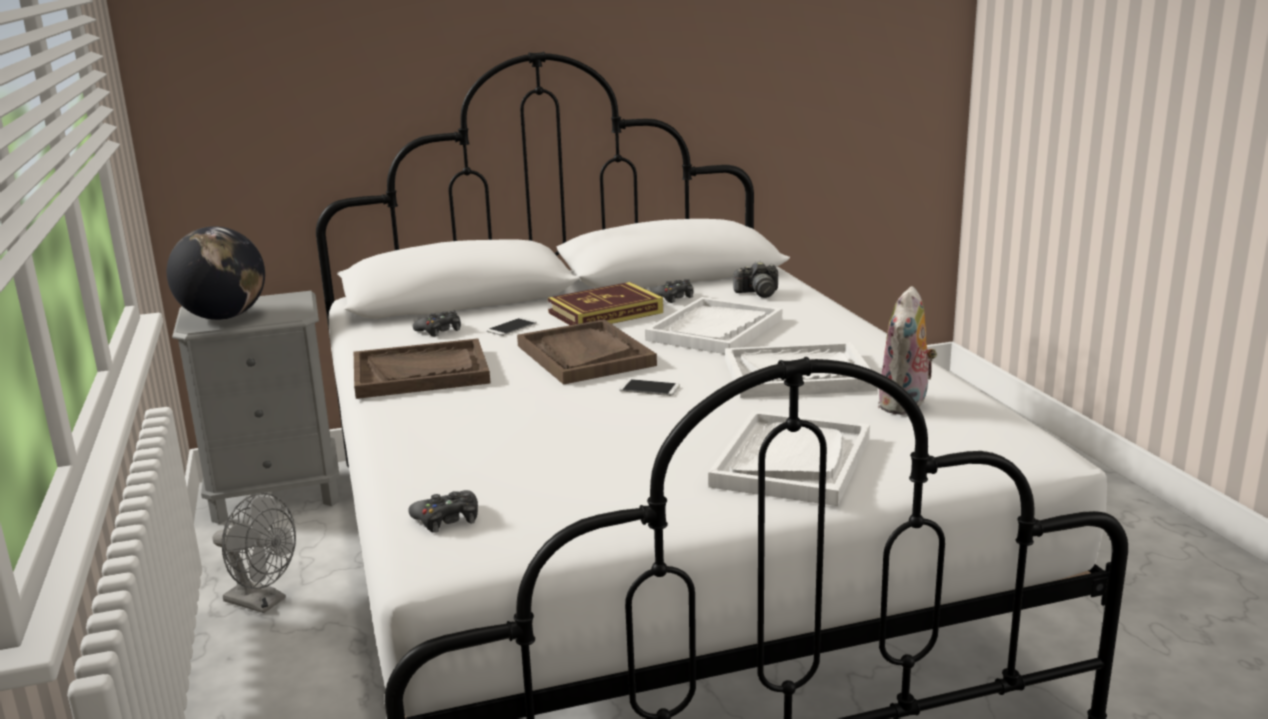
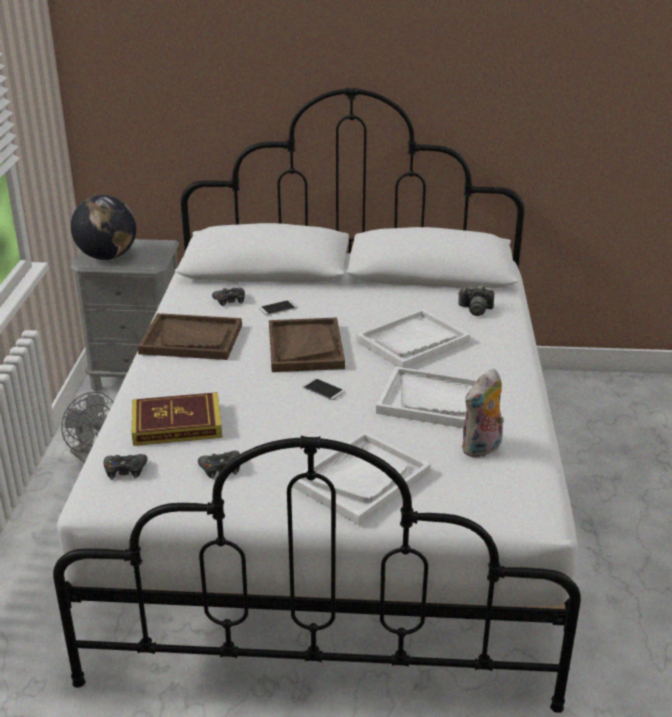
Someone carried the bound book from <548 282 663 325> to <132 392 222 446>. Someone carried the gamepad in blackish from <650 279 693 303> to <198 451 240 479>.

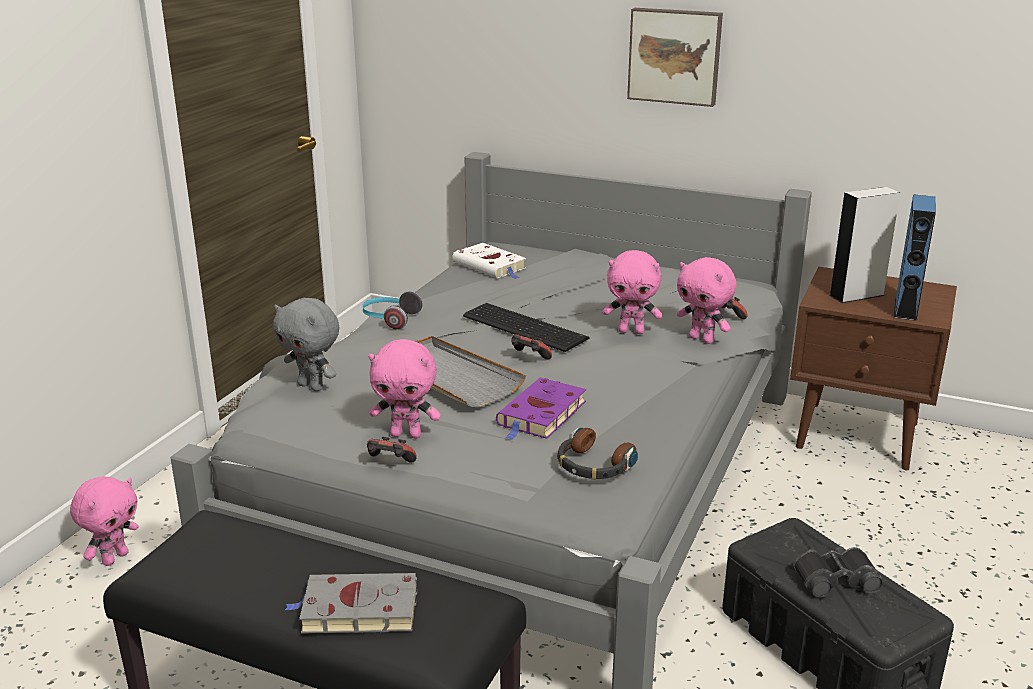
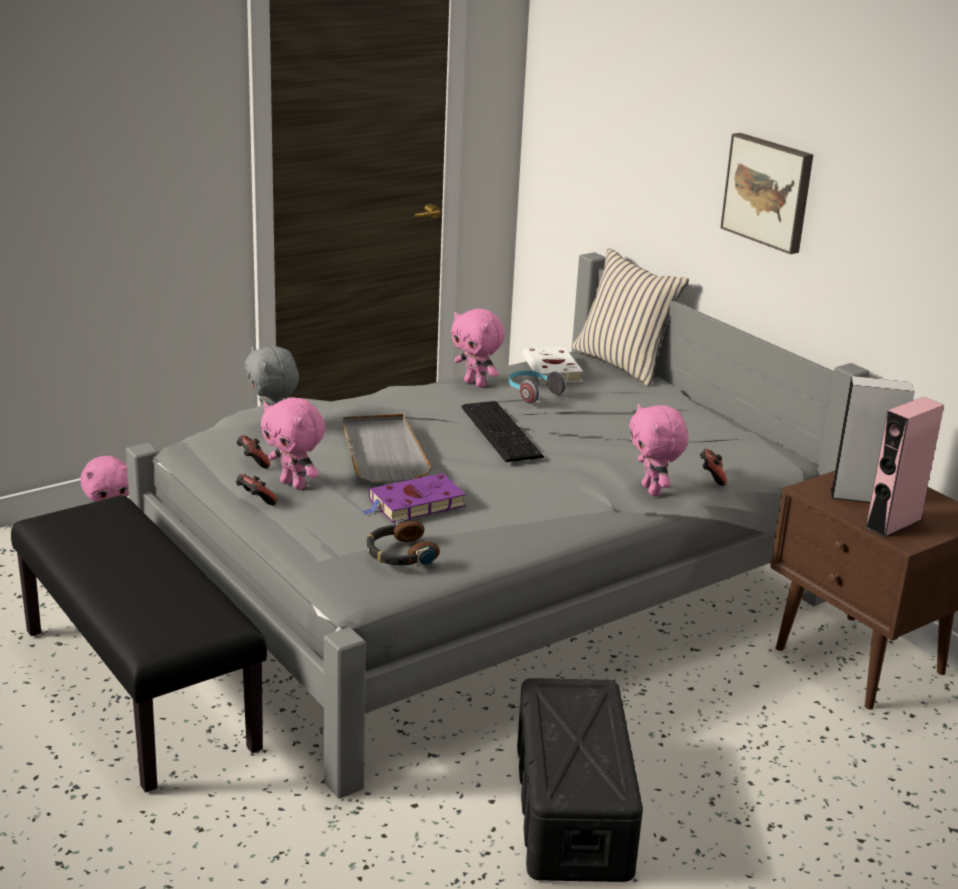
Someone carried the gamepad from <511 334 552 360> to <236 435 270 469>. Someone carried the soft toy in pinkish from <602 250 662 334> to <451 308 505 388>. Someone carried the headphones from <362 291 422 330> to <509 371 566 404>. Someone put down the throw pillow in beige-coloured at <572 248 689 387>. Someone repainted the audio speaker in blue at <894 194 936 321>, which became the audio speaker in pinkish at <864 397 944 537>. Someone took away the bound book in greyish at <285 573 418 634>. Someone took away the field glasses in blackish at <793 546 882 598>.

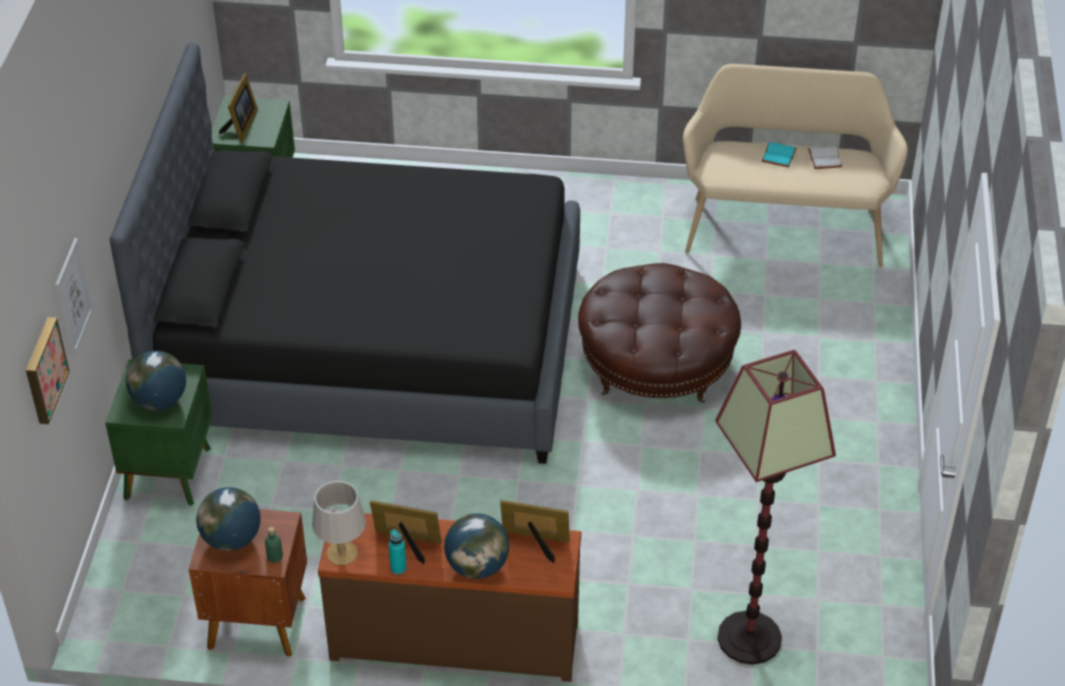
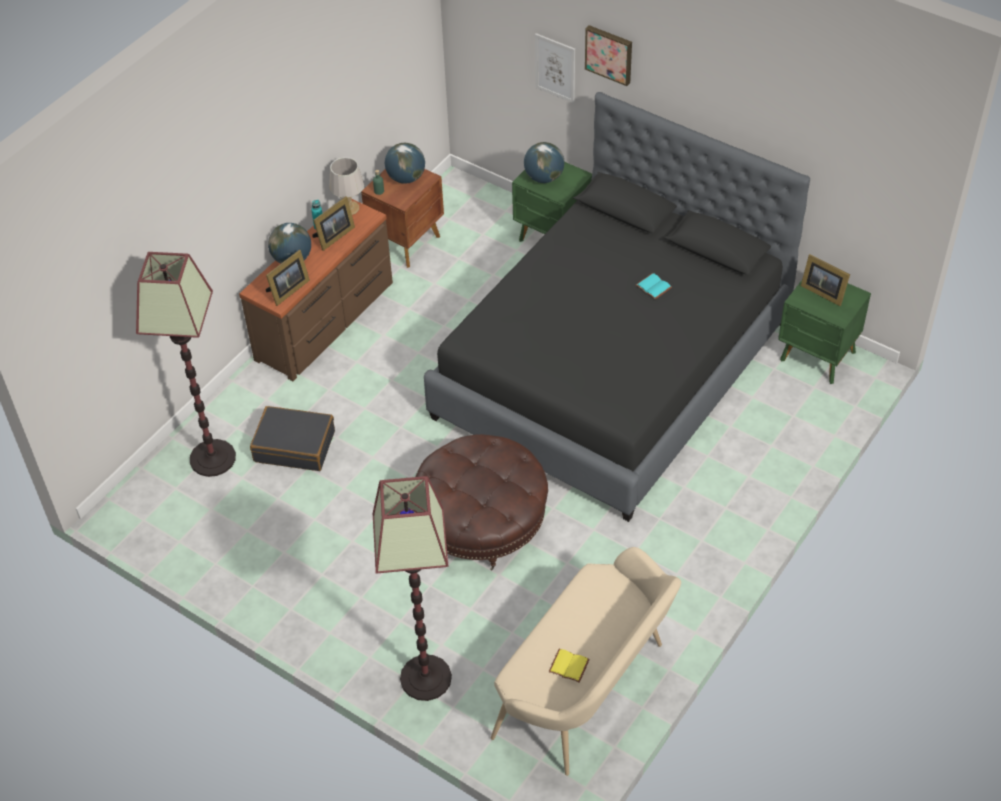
Someone put down the suitcase in blackish at <250 406 335 471>. Someone put down the standing lamp at <372 476 452 701>. Someone repainted the bound book in white-coloured at <808 146 843 169>, which became the bound book in yellow at <549 649 590 683>. Someone carried the picture from <26 317 69 424> to <585 25 632 86>. Someone carried the bound book in turquoise from <762 142 797 167> to <636 273 672 299>.

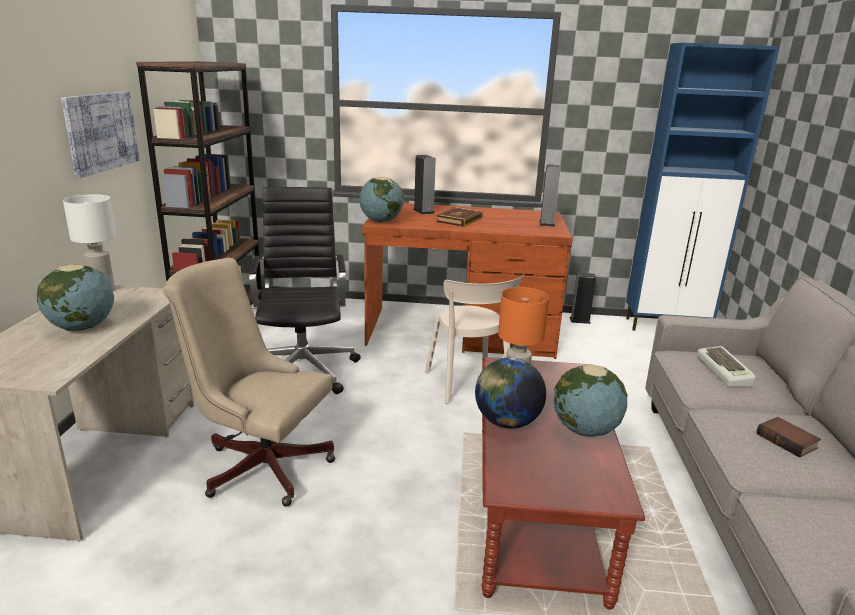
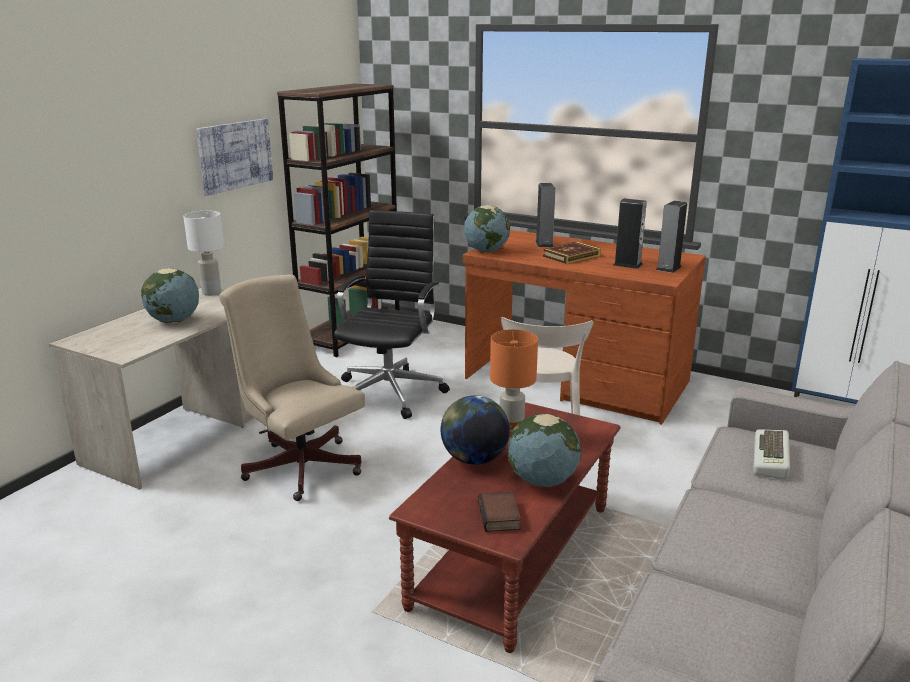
Someone carried the bound book from <757 417 821 457> to <478 491 521 532>. Someone carried the audio speaker from <569 273 596 324> to <613 199 647 269>.

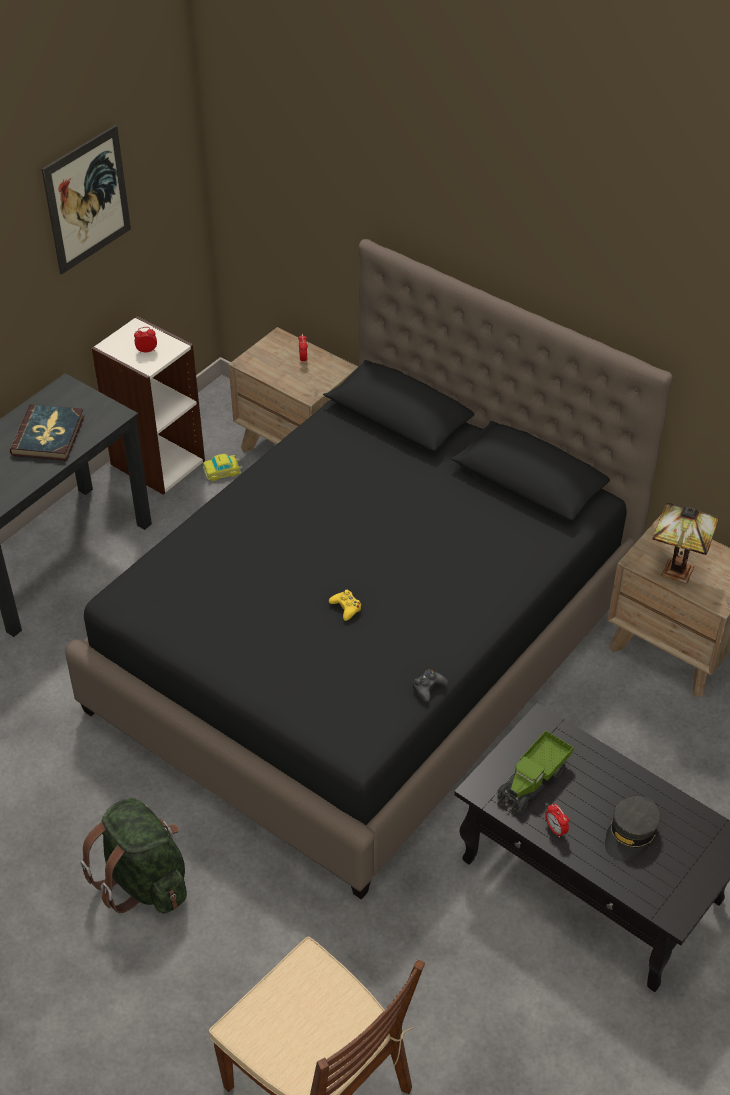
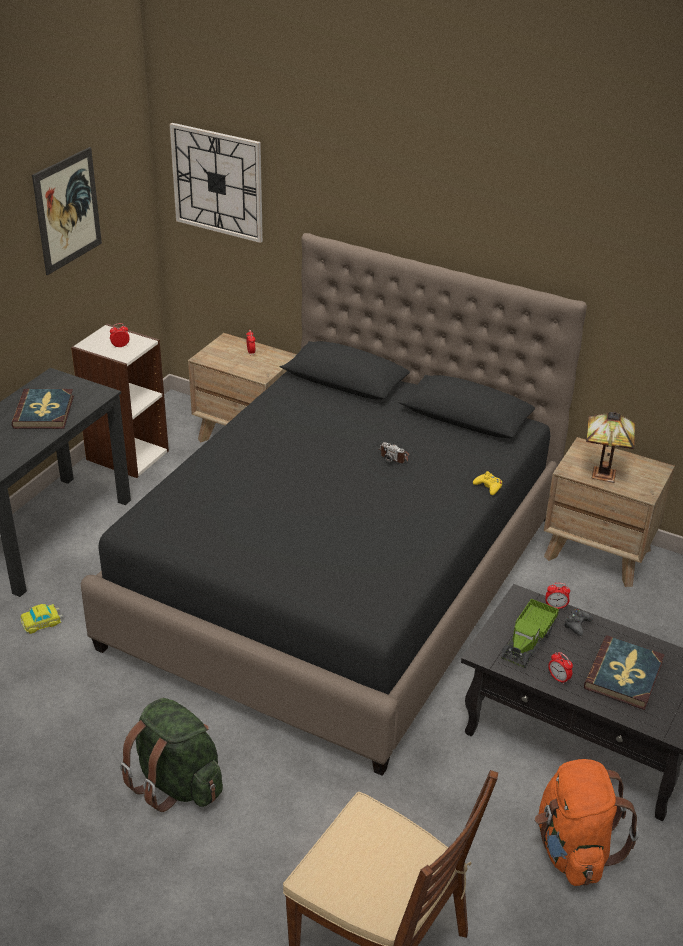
Someone carried the miniature car from <203 454 243 481> to <20 604 63 634>. Someone put up the wall clock at <170 123 263 243>. Someone put down the still camera at <379 442 409 463>. Someone carried the gamepad in yellow from <329 590 362 621> to <473 471 502 495>. Someone put down the knapsack in orange-coloured at <535 759 639 886>. Someone put down the alarm clock at <545 583 570 609>. Someone carried the gamepad in blackish from <413 669 448 702> to <564 609 593 636>. Someone swapped the baseball cap in greyish at <605 796 661 861> for the bound book at <584 636 665 710>.

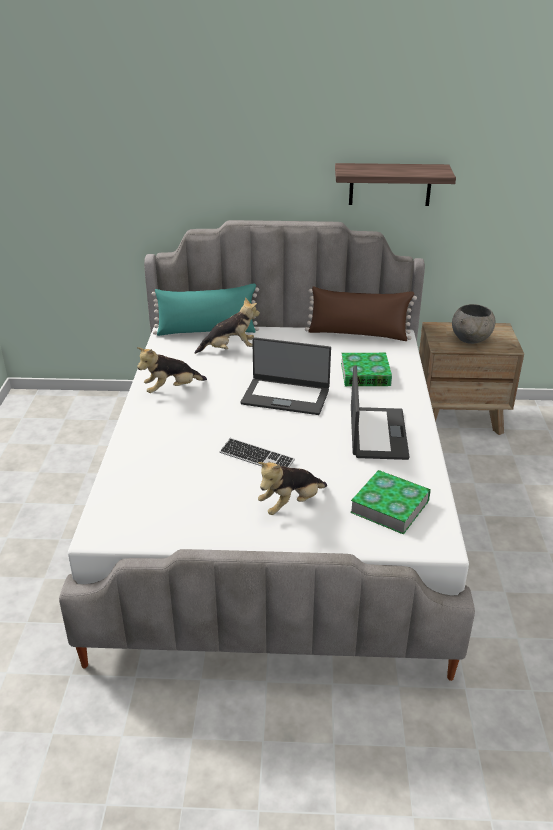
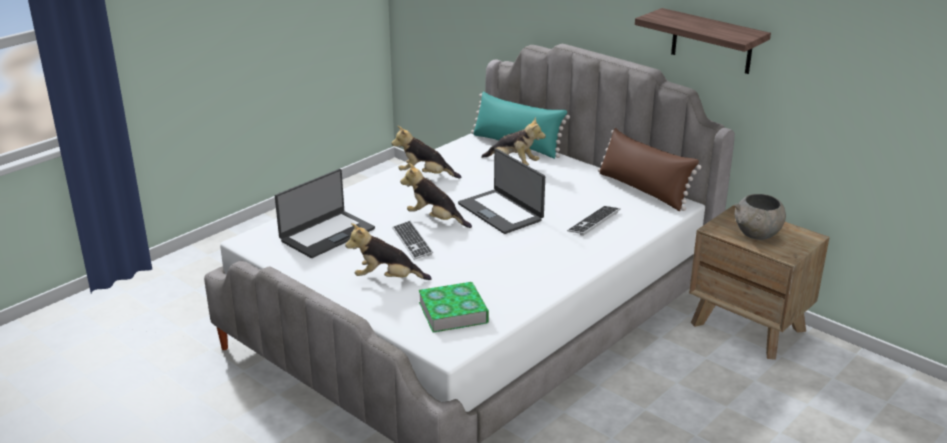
Someone carried the notebook computer from <351 366 409 460> to <275 169 375 258>. Someone put down the soft toy at <400 163 472 228>. Someone swapped the bound book at <341 353 392 386> for the computer keyboard at <567 206 620 236>.

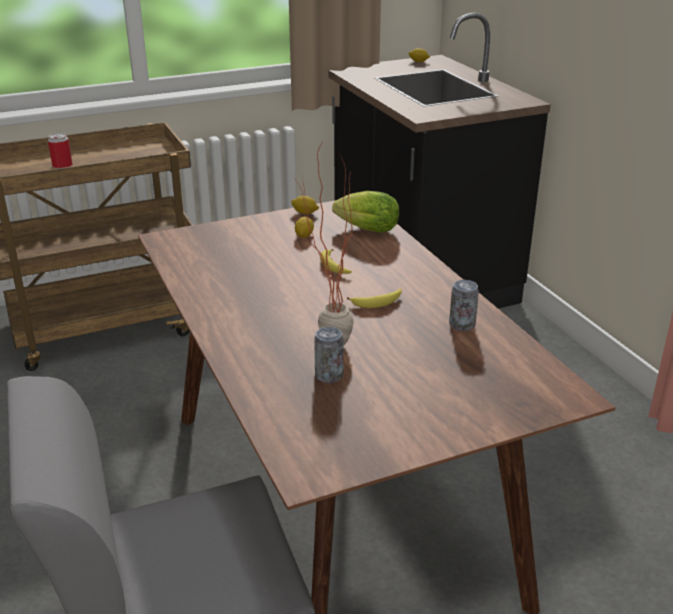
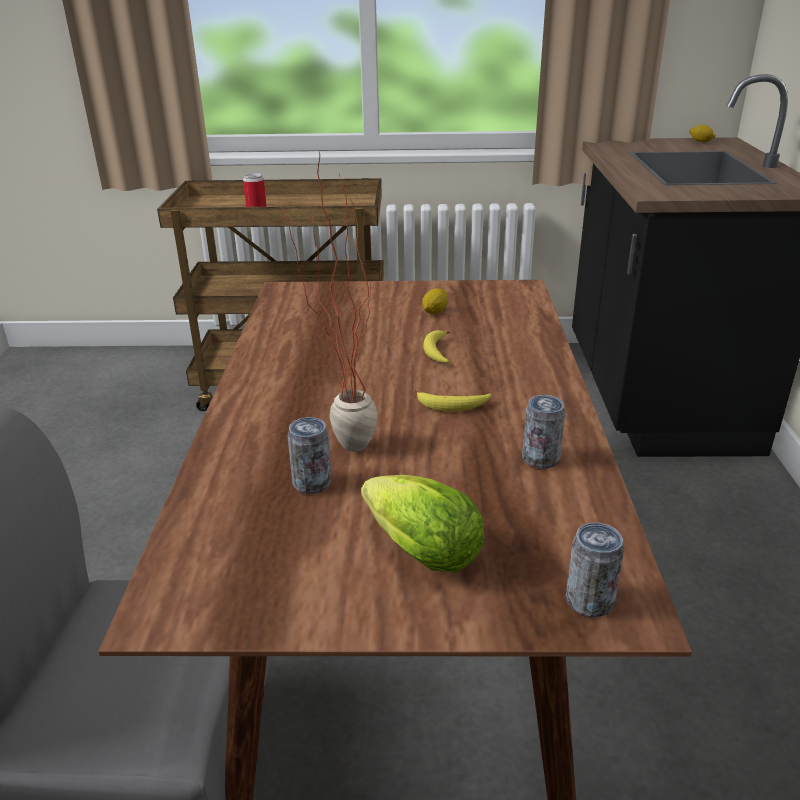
Someone carried the head of lettuce from <332 191 399 233> to <361 475 484 573>. Someone put down the metal can at <566 523 624 617>. Someone took away the citrus fruit at <291 196 319 214>.

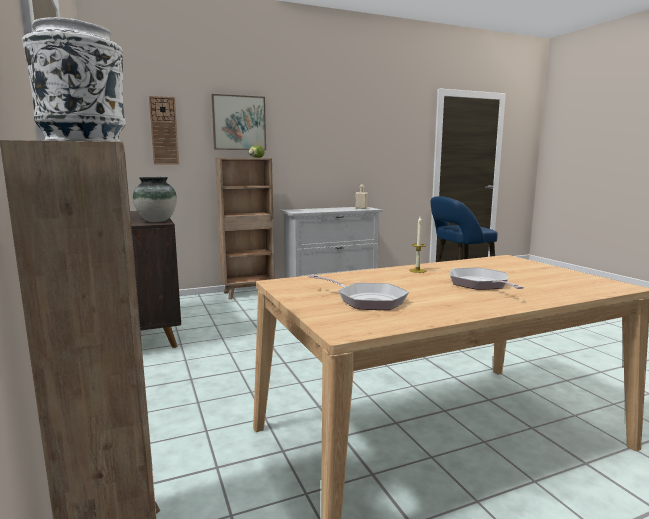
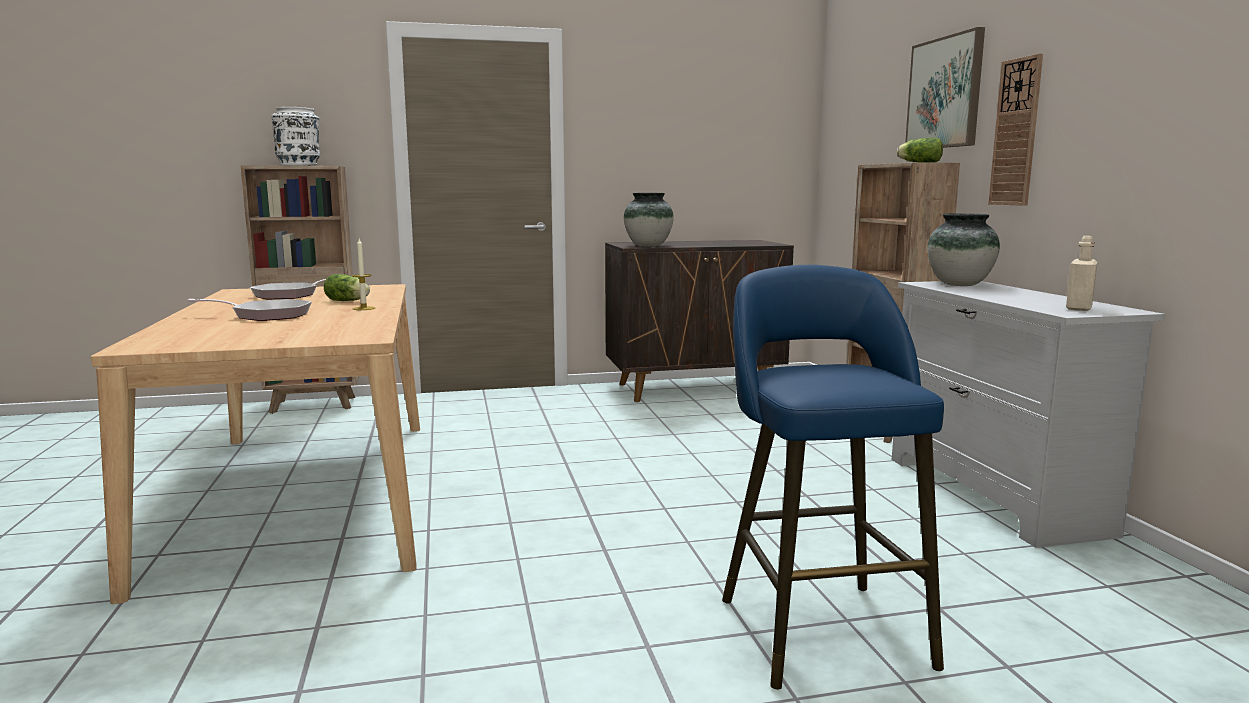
Someone put down the head of lettuce at <324 274 370 301>. Someone put down the vase at <927 213 1000 286>. Someone carried the wall clock from <149 96 179 165> to <988 53 1043 206>.

